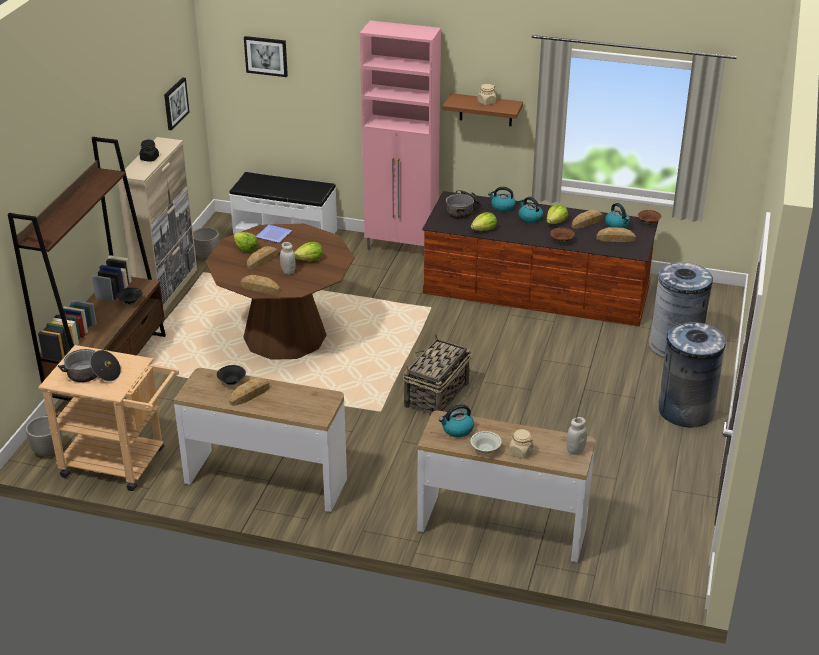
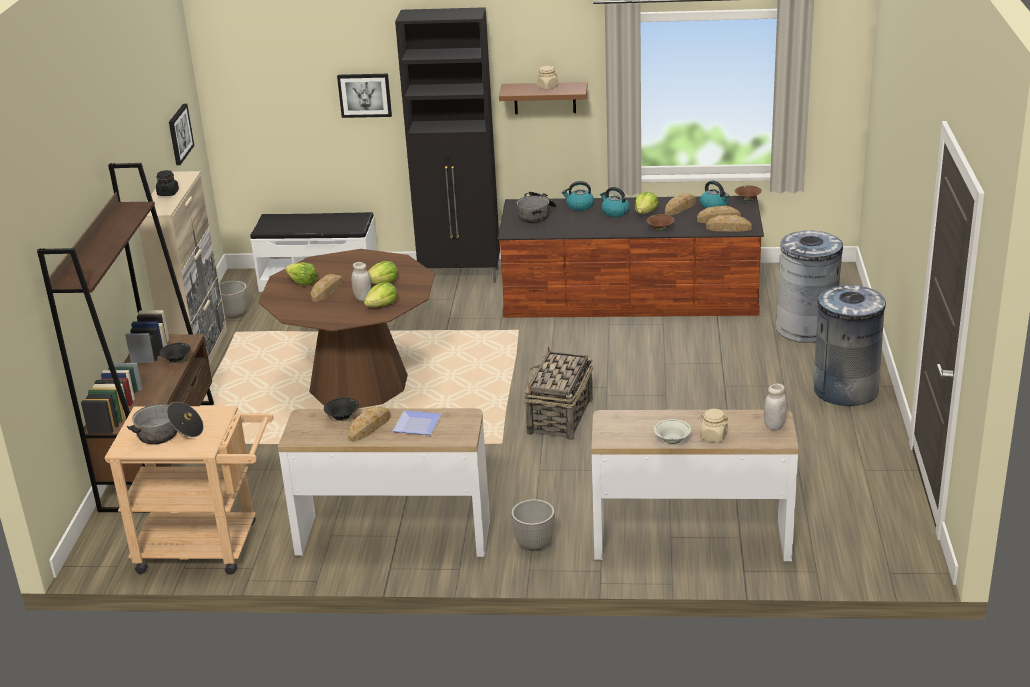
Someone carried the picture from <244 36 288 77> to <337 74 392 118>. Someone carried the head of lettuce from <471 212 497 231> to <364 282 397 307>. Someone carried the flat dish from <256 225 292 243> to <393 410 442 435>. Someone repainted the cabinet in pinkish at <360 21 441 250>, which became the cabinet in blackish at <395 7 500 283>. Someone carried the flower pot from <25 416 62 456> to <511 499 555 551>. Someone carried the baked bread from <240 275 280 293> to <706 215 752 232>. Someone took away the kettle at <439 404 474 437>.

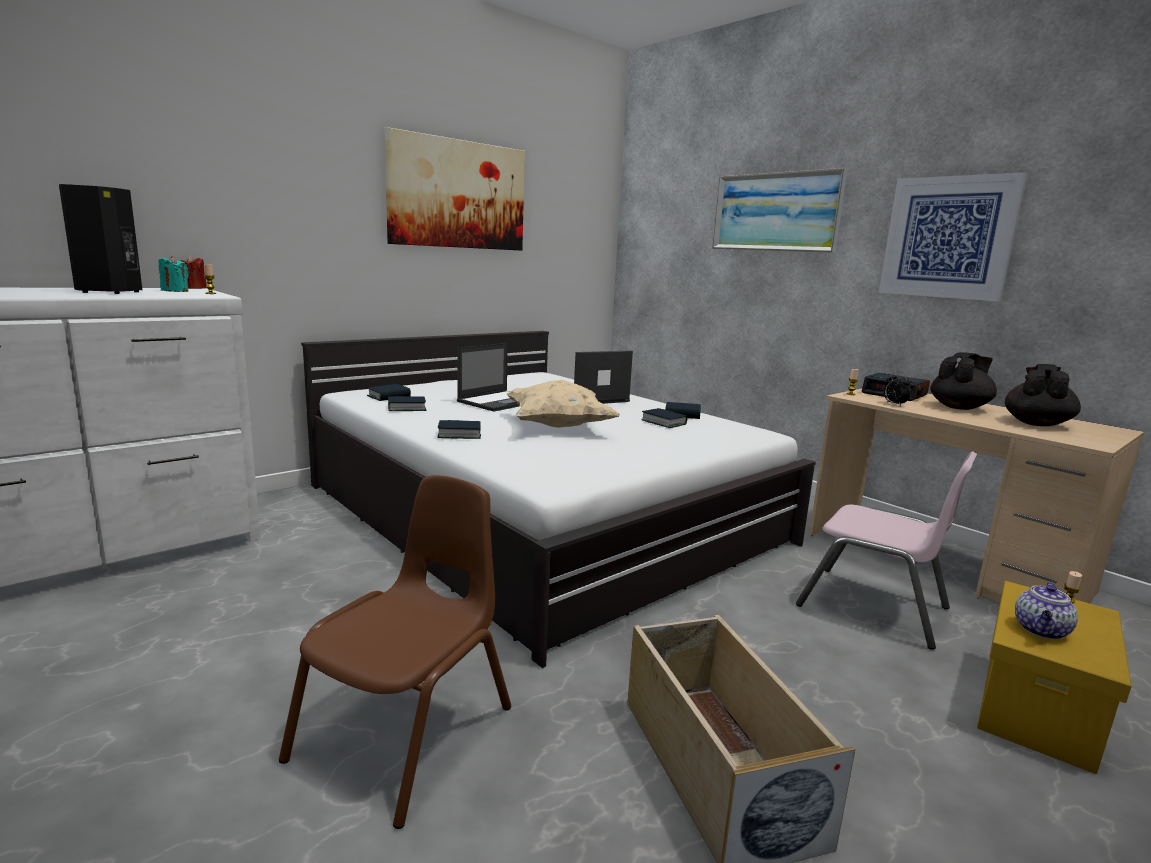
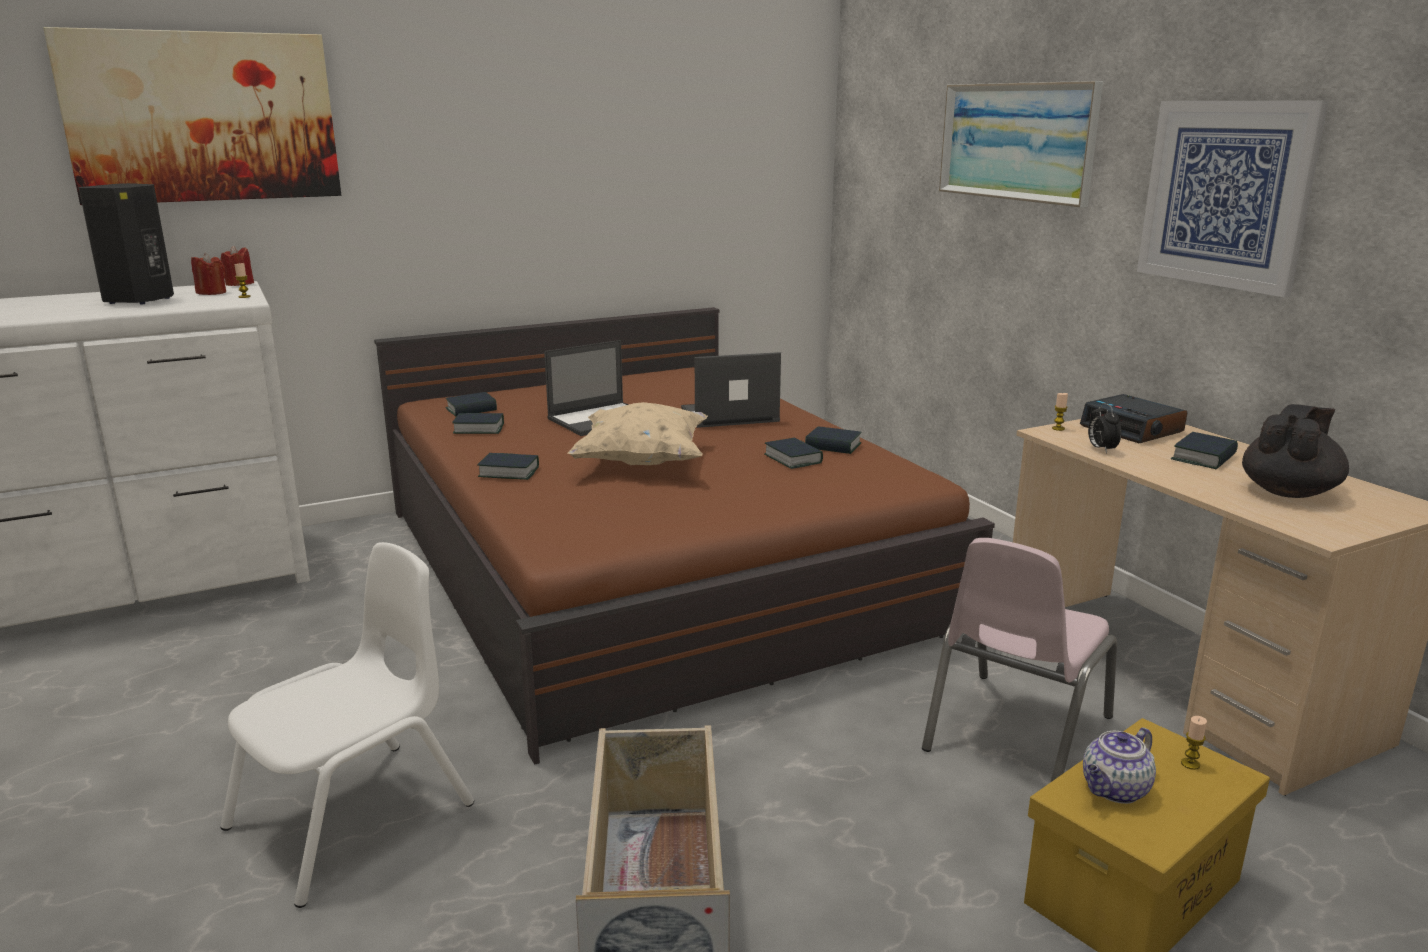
Someone carried the picture from <384 127 525 251> to <43 27 341 205>. Someone repainted the candle in turquoise at <158 256 189 292>, which became the candle in red at <191 253 226 295>. Someone repainted the plain chair in brownish at <279 475 511 829>, which became the plain chair in white-coloured at <221 542 474 908>. Someone repainted the bed in white-coloured at <301 331 816 668>, which became the bed in brownish at <374 307 995 765>. Someone rotated the plain chair in pinkish at <796 451 977 650> by 75 degrees clockwise. Someone swapped the pot for tea in blackish at <930 352 997 410> for the bound book at <1171 432 1238 469>.

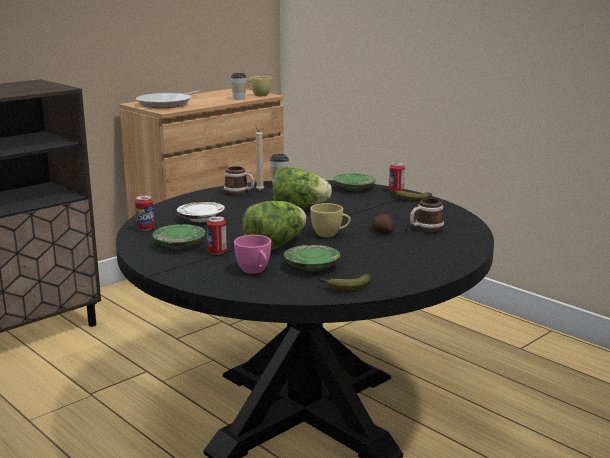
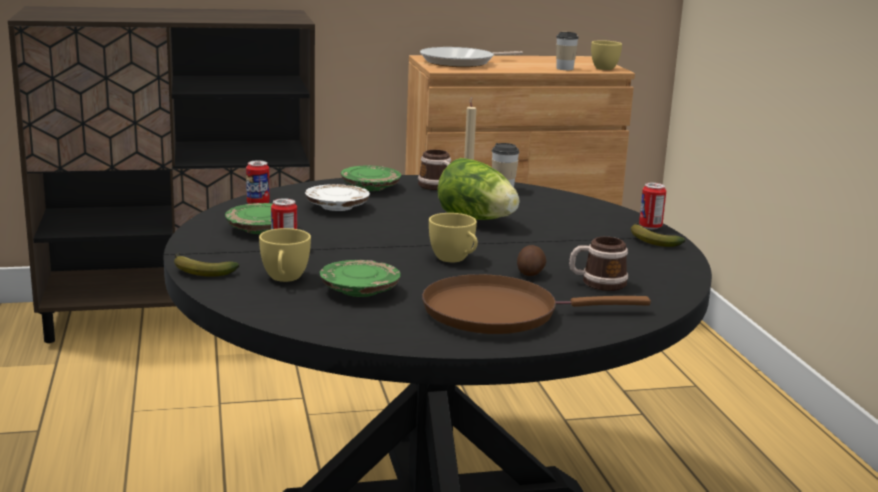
Someone carried the banana from <319 274 371 290> to <174 253 239 277>. Someone repainted the small cup in pinkish at <234 235 271 274>, which became the small cup in yellow at <259 228 311 282>. Someone carried the flat dish in greenish from <334 173 376 191> to <341 166 401 191>. Someone put down the pan in brownish at <422 274 651 334>. Someone took away the head of lettuce at <242 201 307 250>.

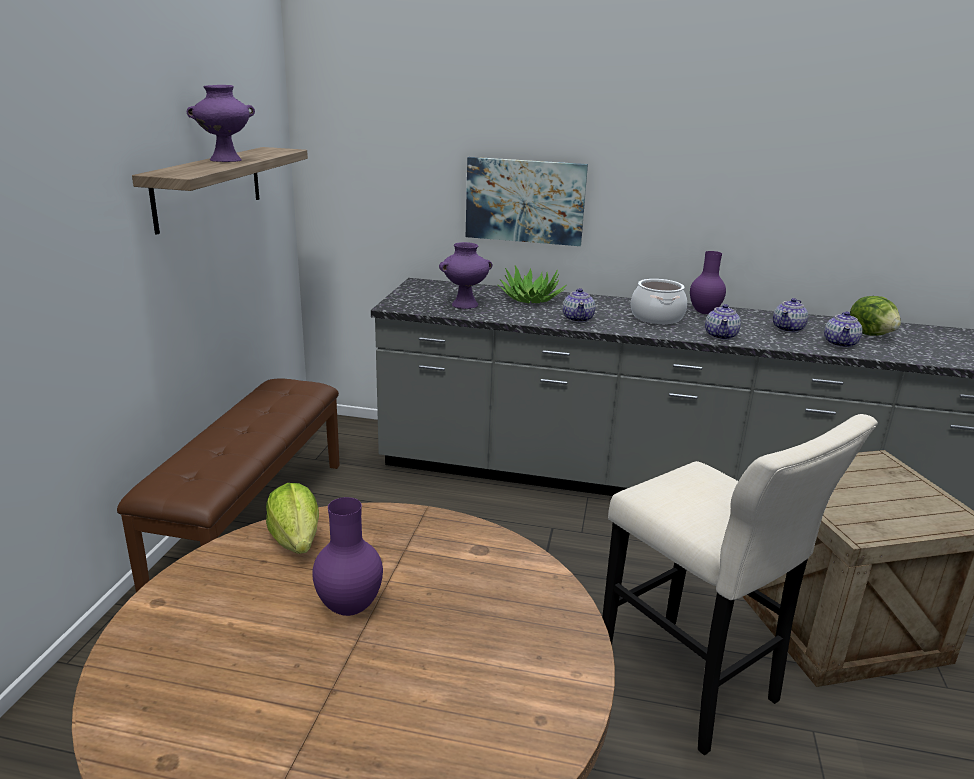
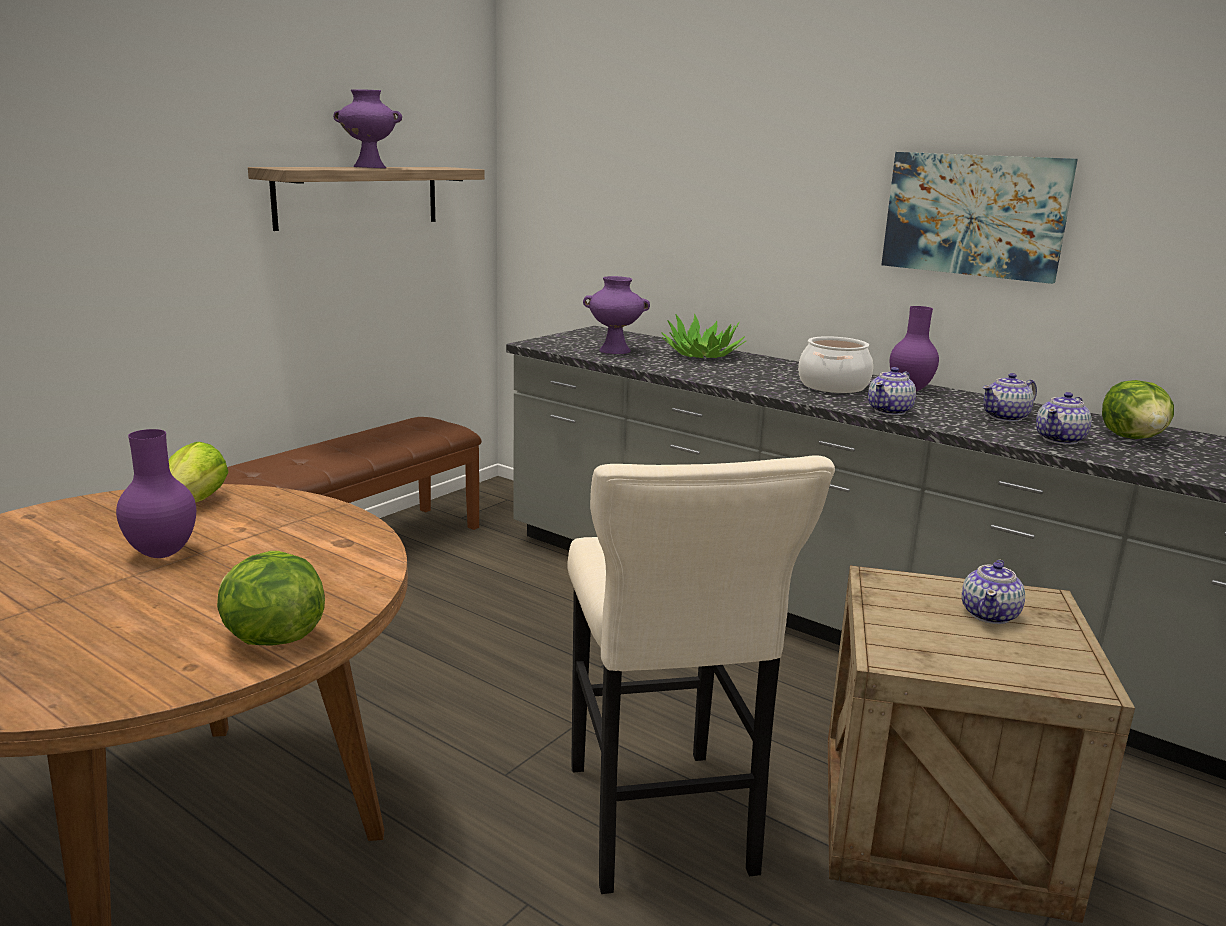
Someone put down the head of lettuce at <217 551 325 646>. Someone carried the picture from <466 157 588 246> to <881 152 1078 284>. Someone carried the pot for tea from <563 288 596 323> to <962 559 1025 624>.

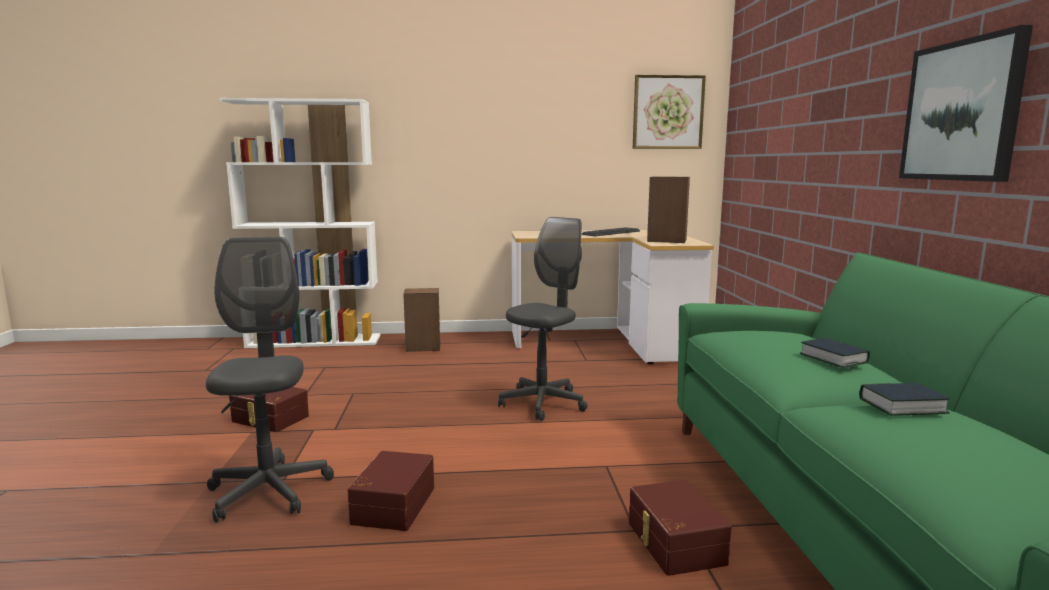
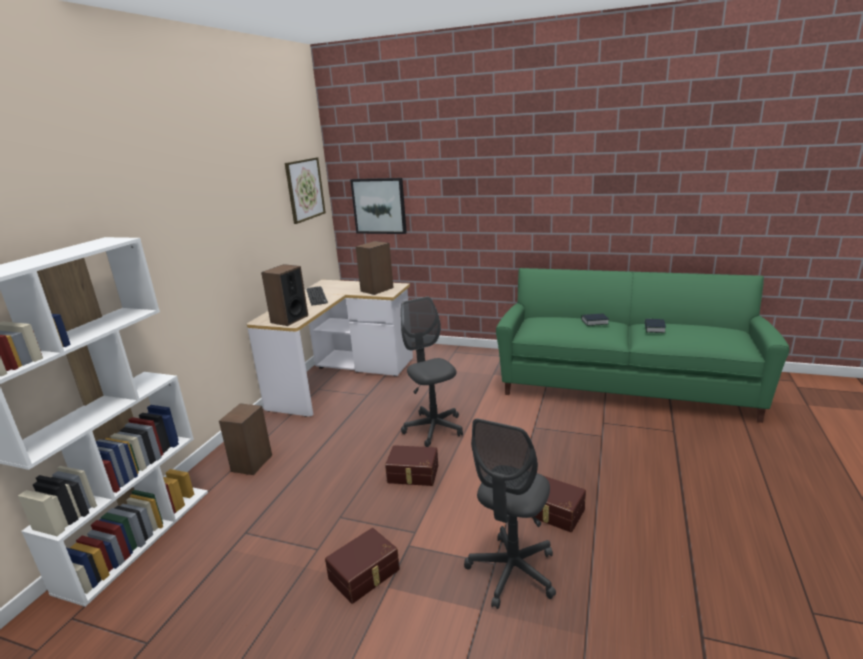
Someone put down the audio speaker at <261 264 308 326>. Someone carried the picture from <899 25 1033 182> to <350 178 407 234>. Someone carried the storage box in brownish from <629 480 731 576> to <385 445 438 486>. Someone rotated the computer chair in greyish at <206 237 334 523> by 75 degrees counterclockwise.

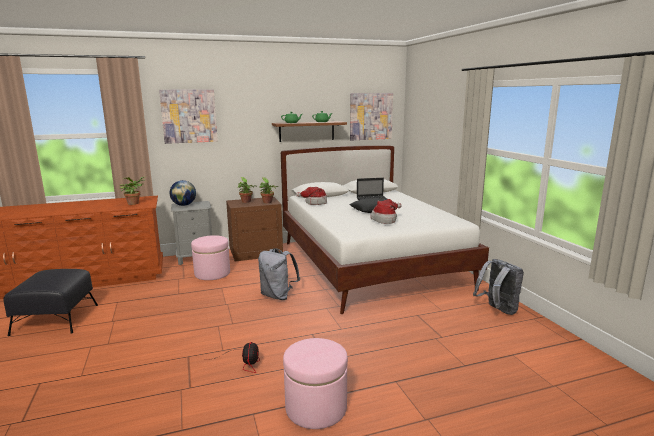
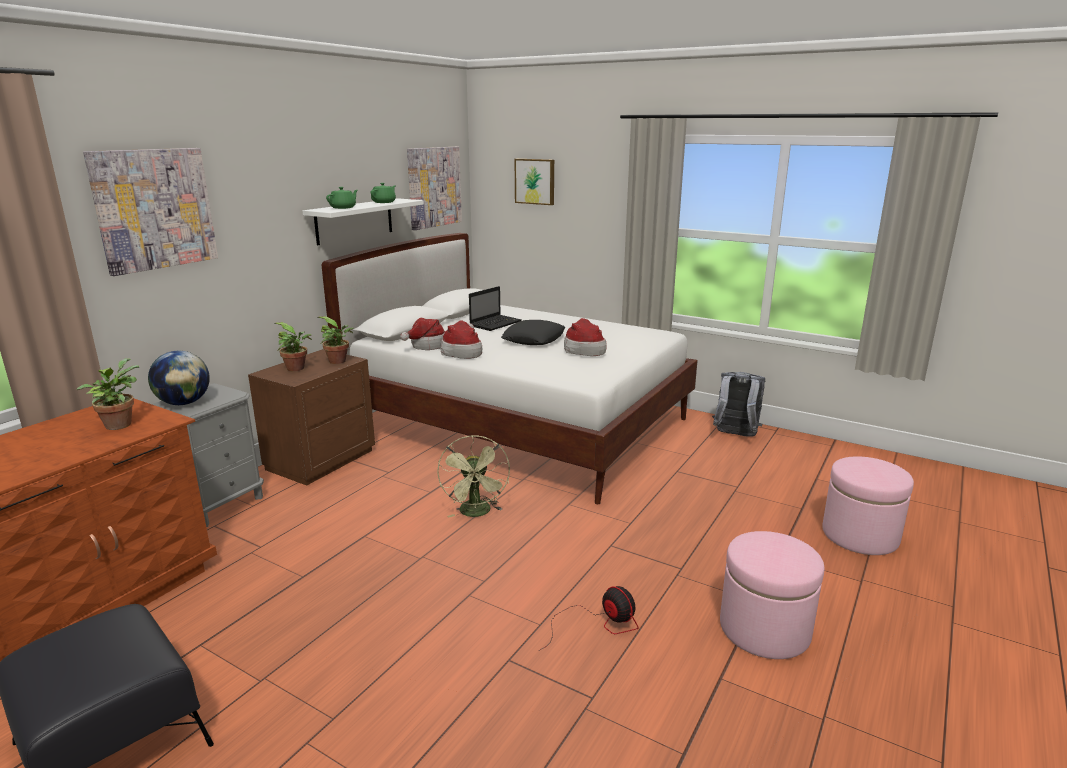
Someone repainted the bracket shelf in brownish at <272 121 347 142>, which became the bracket shelf in white-coloured at <303 198 424 245>. Someone swapped the knapsack in greyish at <258 248 300 300> for the fan in greenish at <437 435 510 518>. Someone put down the wearable hat at <440 320 482 359>. Someone put up the picture at <515 159 554 205>. Someone carried the ottoman in pinkish from <191 235 230 280> to <822 456 914 555>.

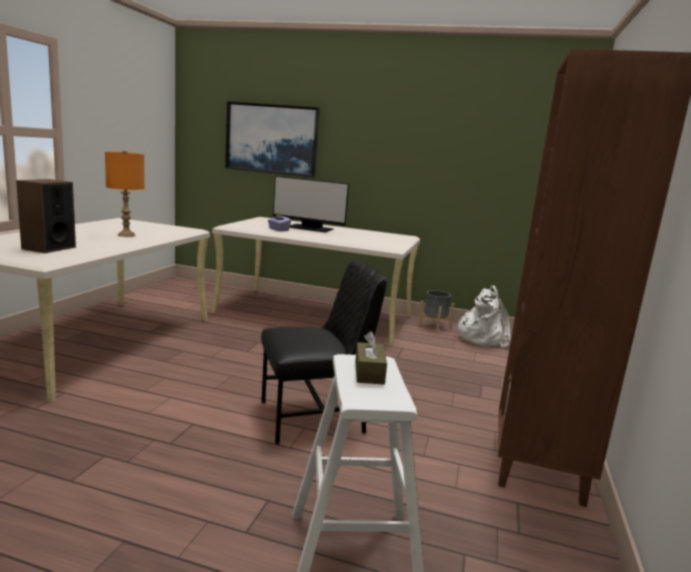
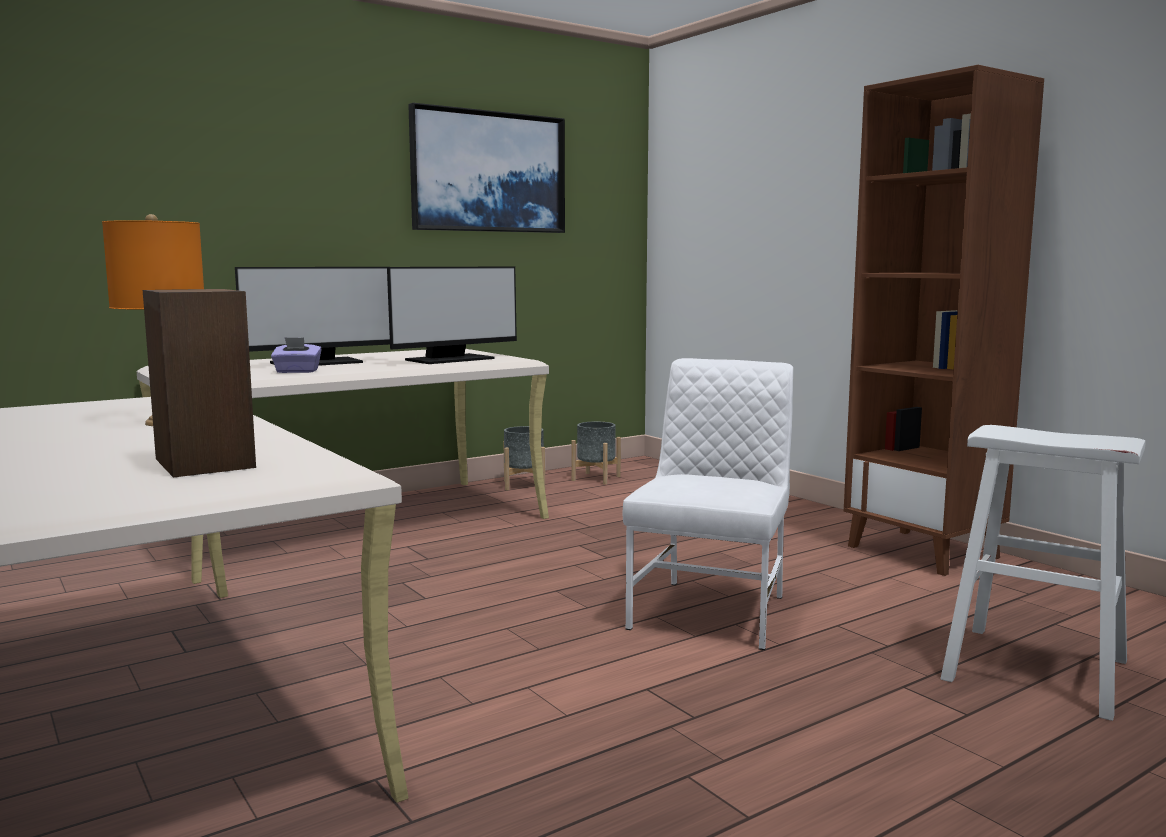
Someone put down the monitor at <387 266 517 364>. Someone carried the picture from <225 101 320 177> to <408 103 565 233>. Someone swapped the knapsack in white-coloured at <455 286 511 348> for the flower pot in greyish at <571 422 621 484>. Someone repainted the plain chair in blackish at <261 260 387 444>, which became the plain chair in white-coloured at <623 358 793 650>. Someone took away the tissue box in brownish at <355 331 387 385>.

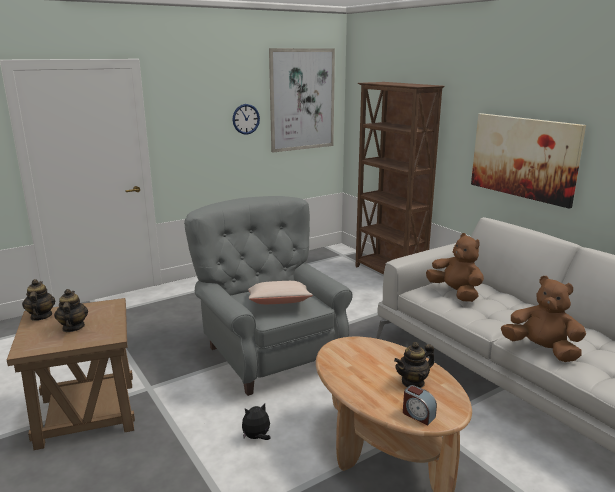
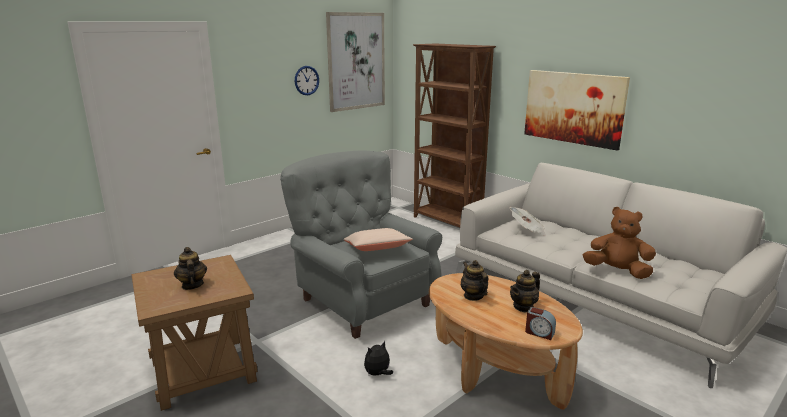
Someone carried the pot for tea from <22 279 55 321> to <461 260 488 301>. Someone swapped the soft toy in brownish at <426 233 484 302> for the newspaper at <510 207 546 236>.

